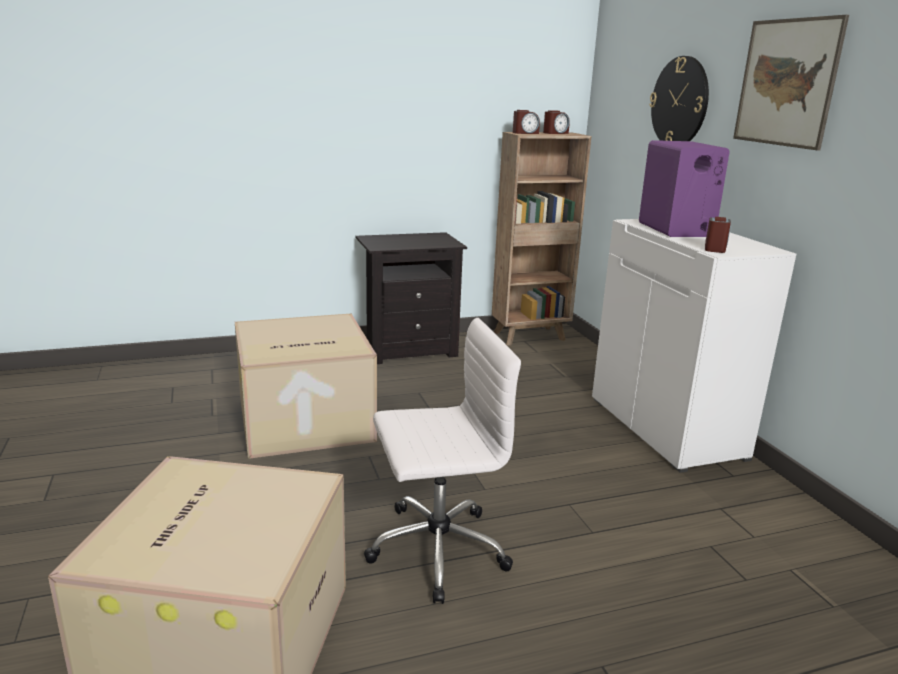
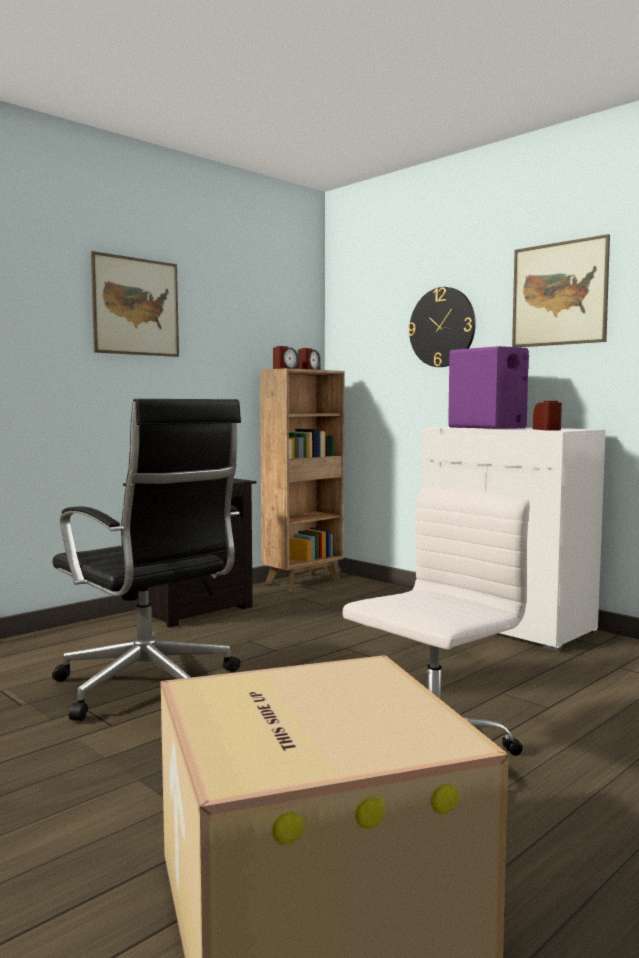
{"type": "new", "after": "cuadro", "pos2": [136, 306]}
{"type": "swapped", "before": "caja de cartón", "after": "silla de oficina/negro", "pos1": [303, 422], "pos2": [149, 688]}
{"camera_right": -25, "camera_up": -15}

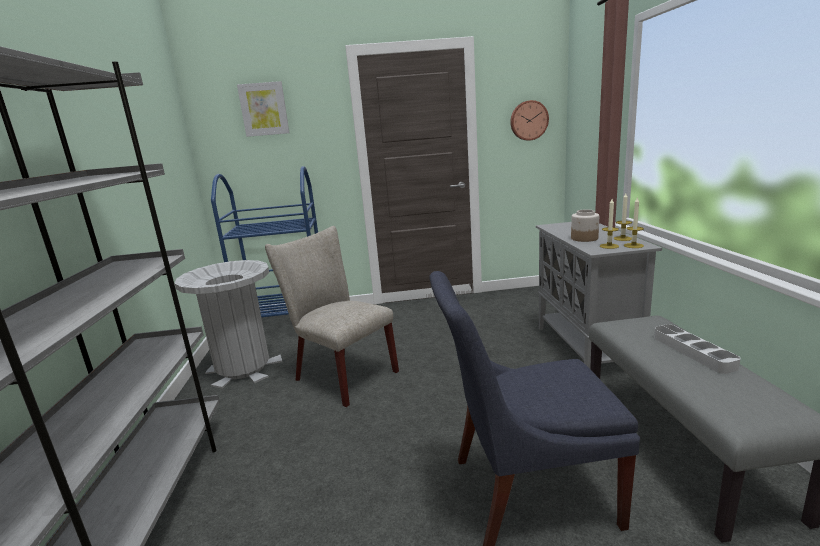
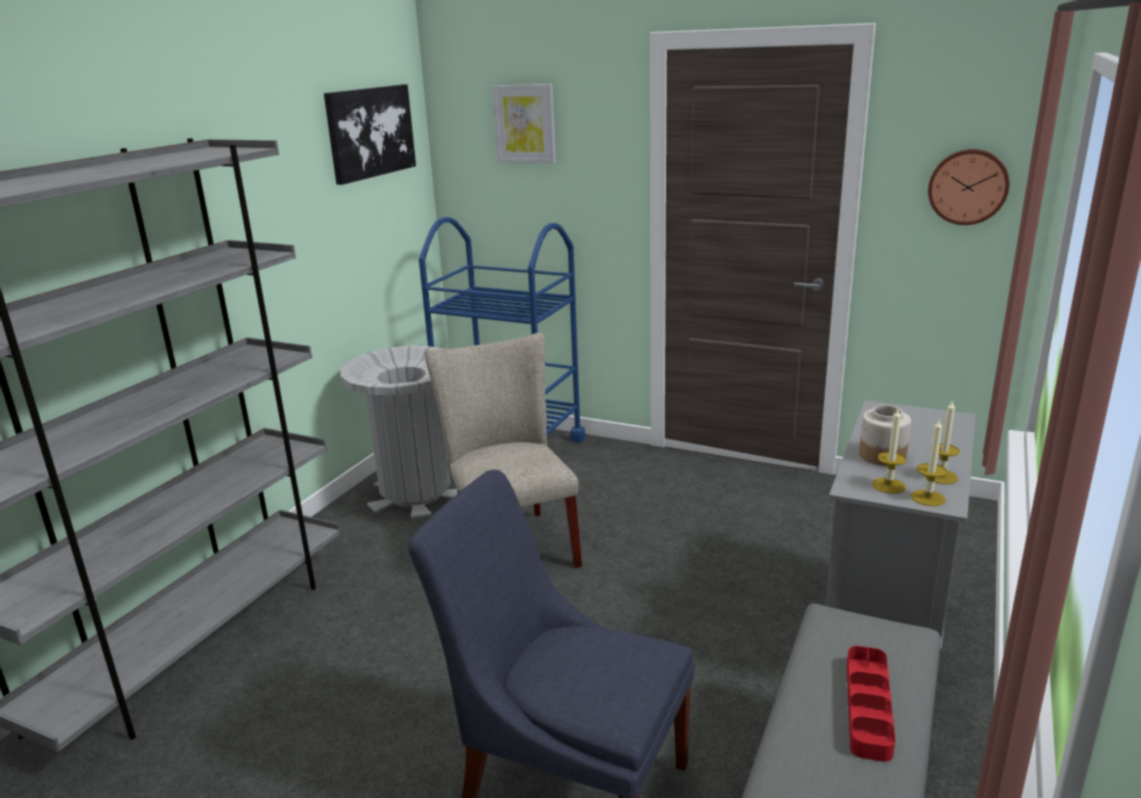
{"type": "new", "after": "cuadro", "pos2": [370, 132]}
{"type": "repainted", "before": "bandeja/gris", "after": "bandeja/rojo", "pos1": [693, 352], "pos2": [868, 707]}
{"camera_right": 30, "camera_up": 5}

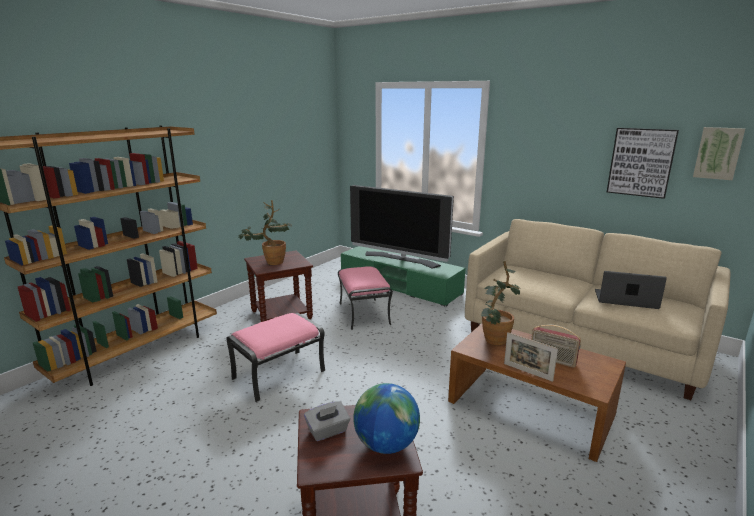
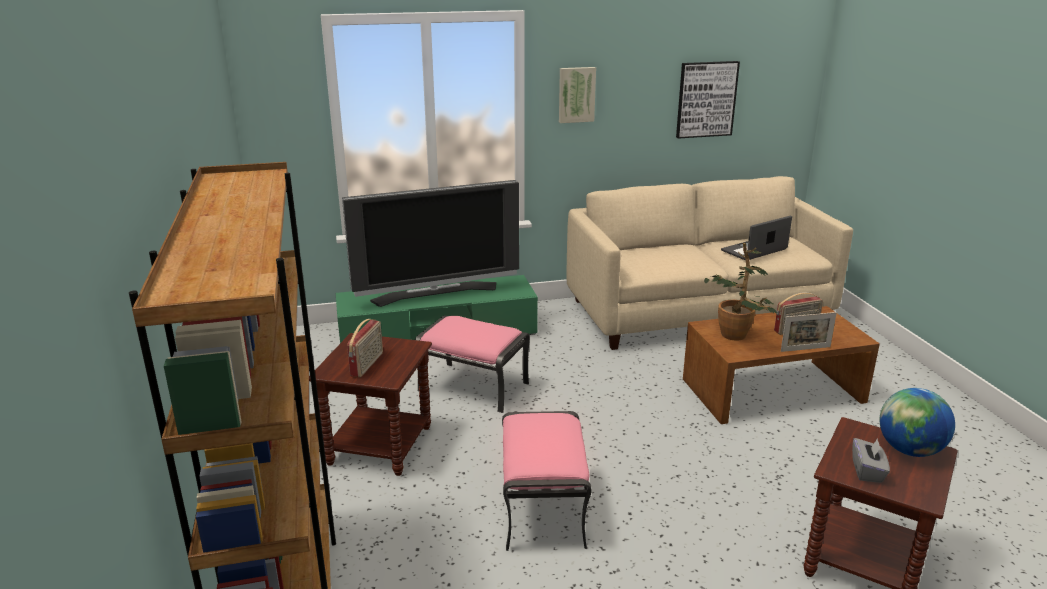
{"type": "shifted", "before": "cuadro", "pos1": [718, 153], "pos2": [576, 94]}
{"type": "swapped", "before": "planta en maceta", "after": "radio", "pos1": [270, 262], "pos2": [367, 364]}
{"camera_right": -50, "camera_up": 5}

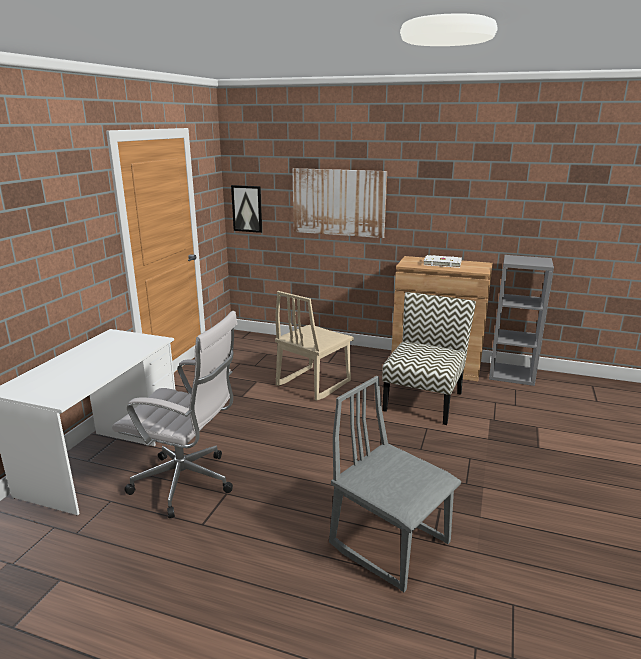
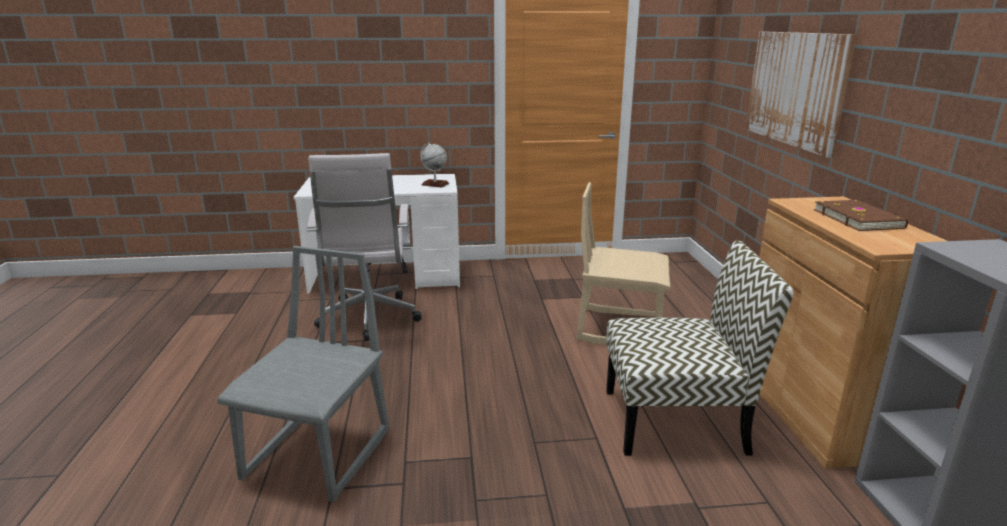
{"type": "gone", "before": "cuadro", "pos1": [247, 208]}
{"type": "new", "after": "globo terráqueo", "pos2": [435, 184]}
{"type": "repainted", "before": "libro/blanco", "after": "libro/marrón", "pos1": [442, 263], "pos2": [858, 219]}
{"camera_right": 65, "camera_up": 0}

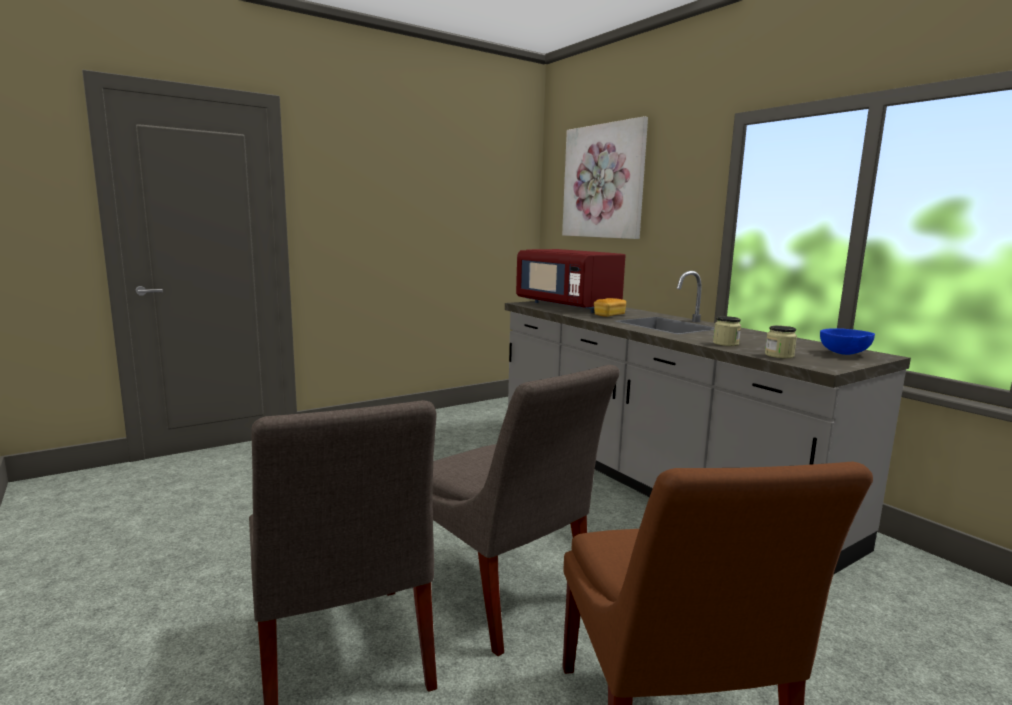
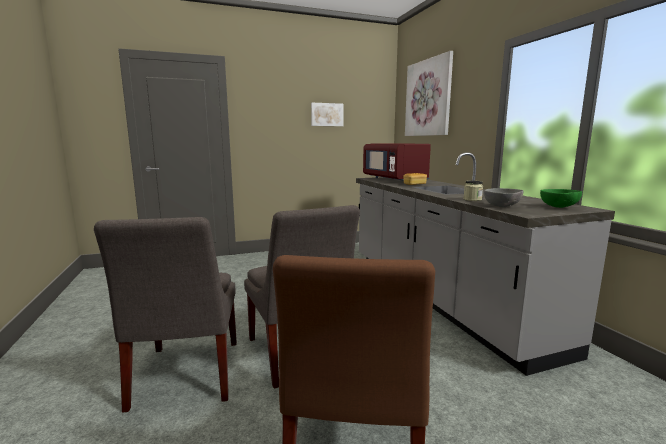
{"type": "new", "after": "cuadro", "pos2": [326, 114]}
{"type": "swapped", "before": "tarro", "after": "cuenco/gris", "pos1": [779, 355], "pos2": [502, 206]}
{"type": "repainted", "before": "cuenco/azul", "after": "cuenco/verde", "pos1": [844, 354], "pos2": [559, 207]}
{"camera_right": 15, "camera_up": 0}

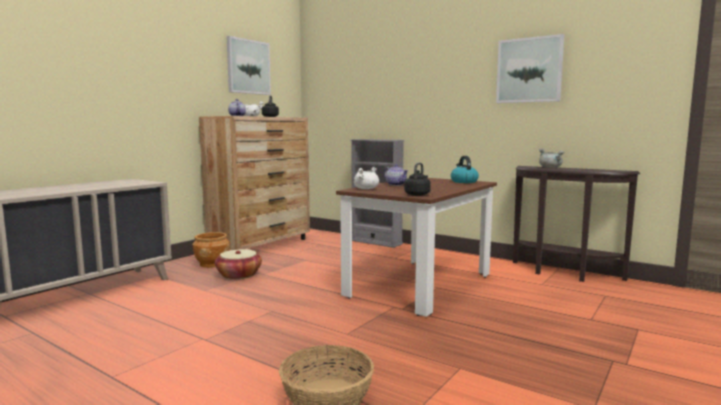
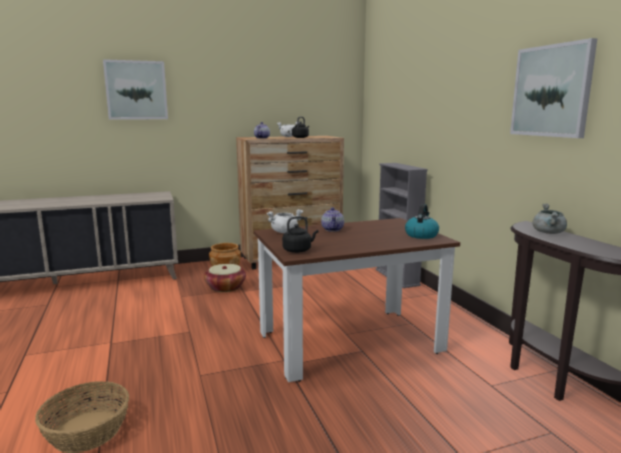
{"type": "shifted", "before": "cuadro", "pos1": [248, 67], "pos2": [136, 90]}
{"camera_right": 35, "camera_up": 5}

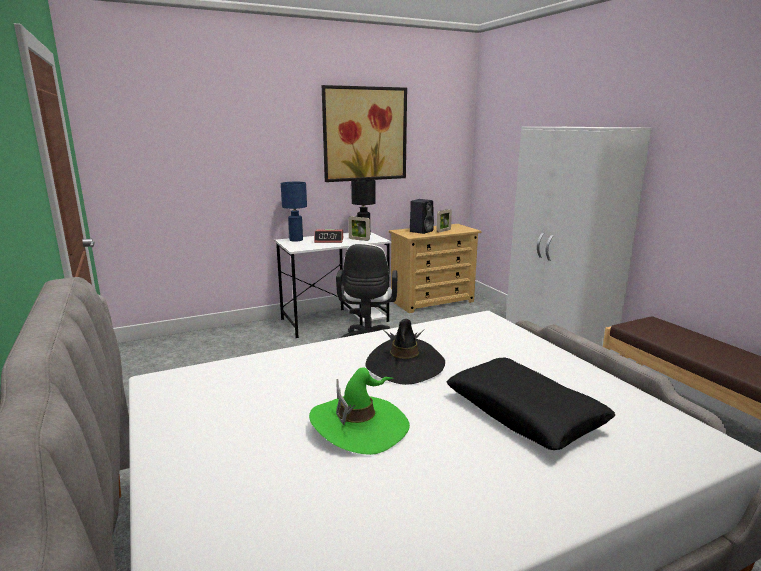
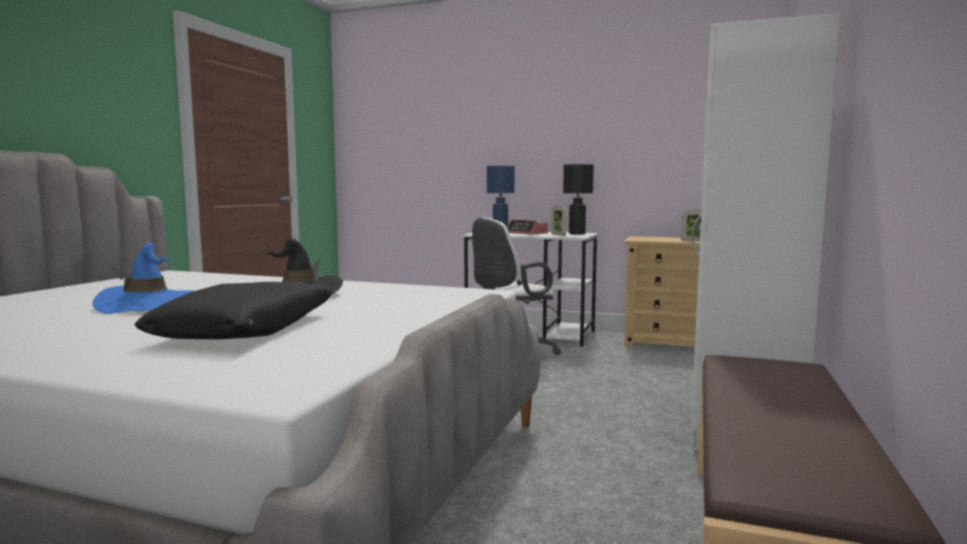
{"type": "gone", "before": "cuadro", "pos1": [365, 134]}
{"type": "gone", "before": "altavoz/negro", "pos1": [421, 231]}
{"type": "repainted", "before": "sombrero/verde", "after": "sombrero/azul", "pos1": [359, 426], "pos2": [151, 305]}
{"camera_right": 45, "camera_up": -10}

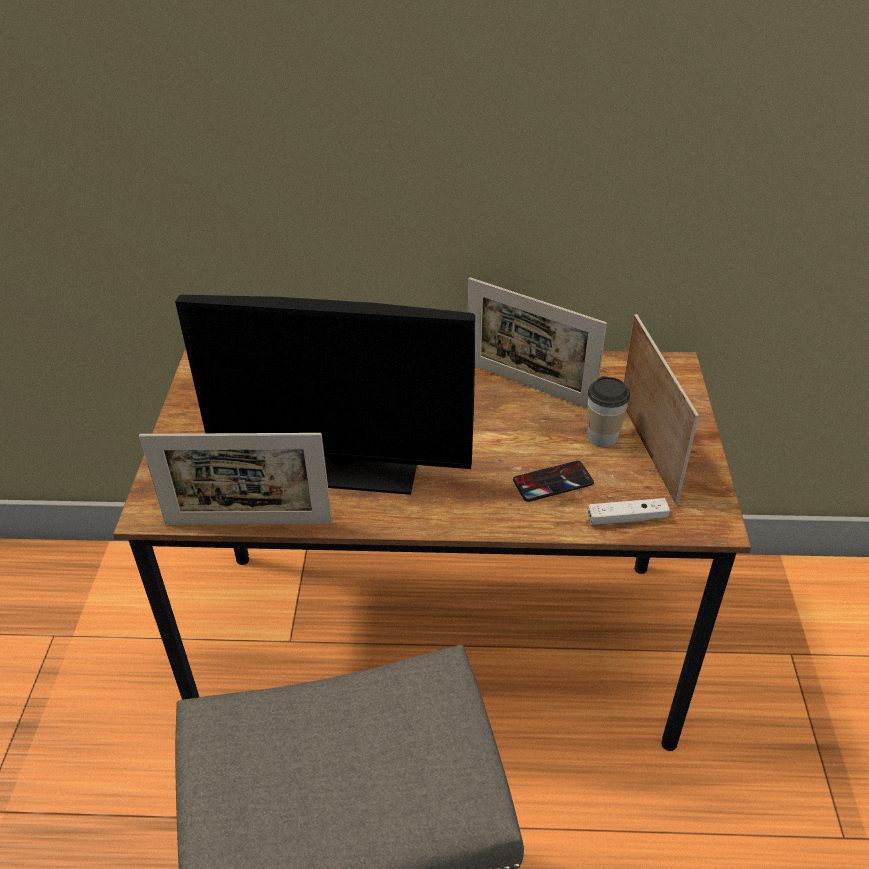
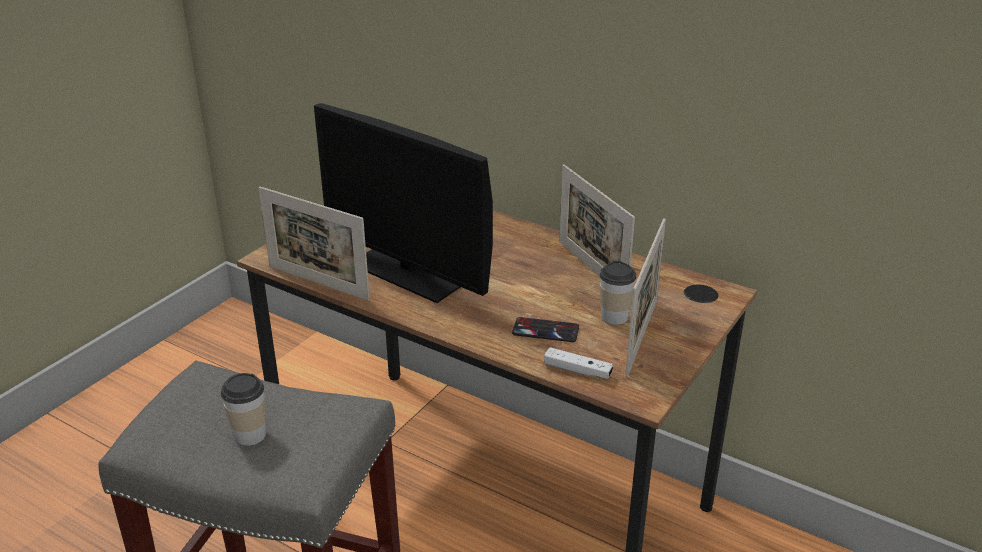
{"type": "new", "after": "taza", "pos2": [250, 435]}
{"camera_right": 30, "camera_up": -10}

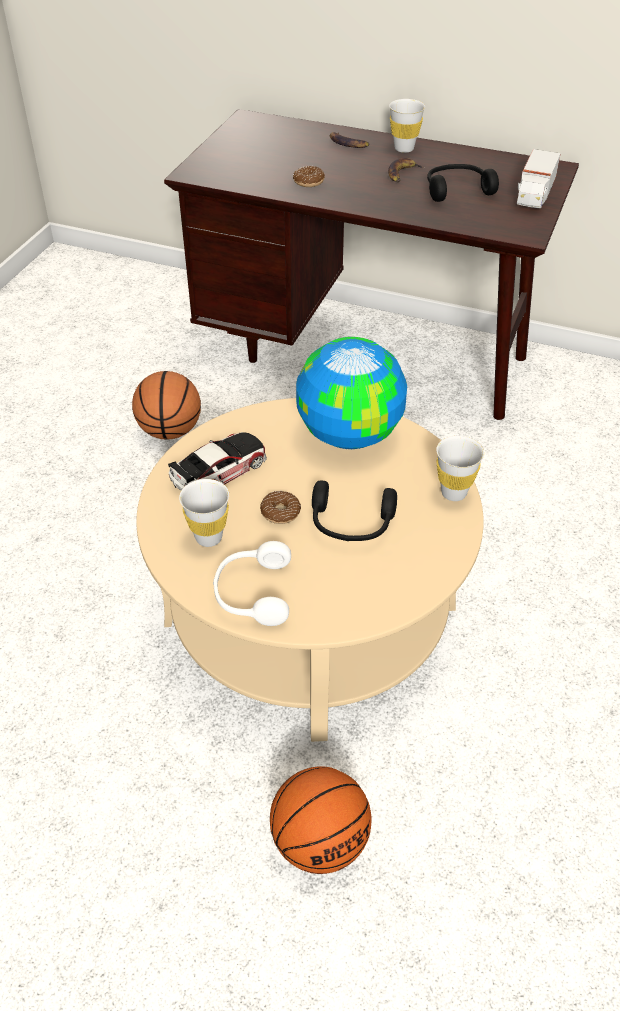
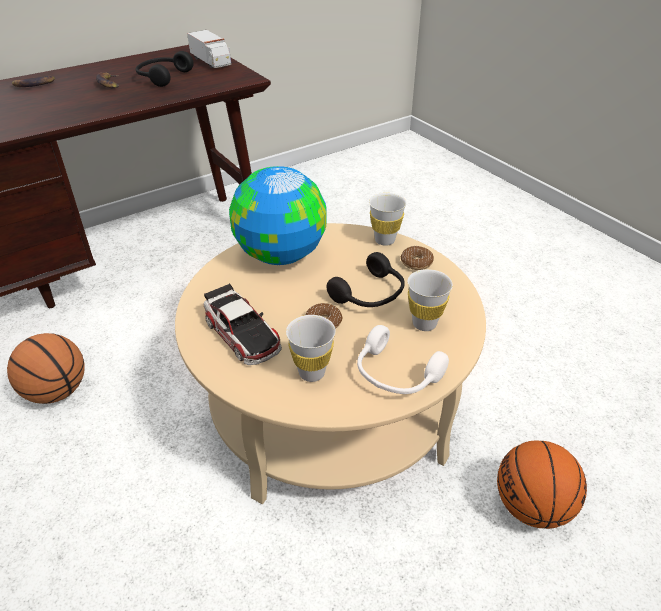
{"type": "shifted", "before": "rosquilla", "pos1": [308, 182], "pos2": [416, 262]}
{"type": "shifted", "before": "taza/blanco", "pos1": [404, 148], "pos2": [424, 324]}
{"type": "rotated", "before": "coche de juguete", "pos1": [219, 471], "pos2": [242, 333], "turn": 150}
{"camera_right": -55, "camera_up": -5}

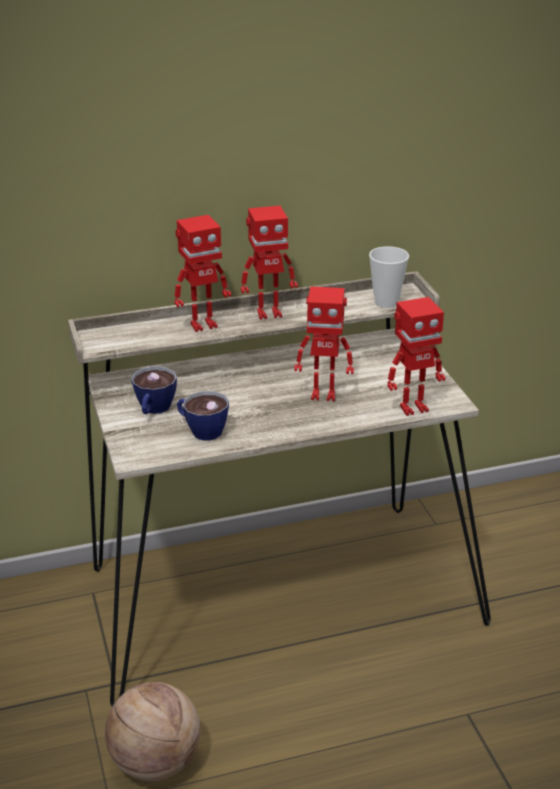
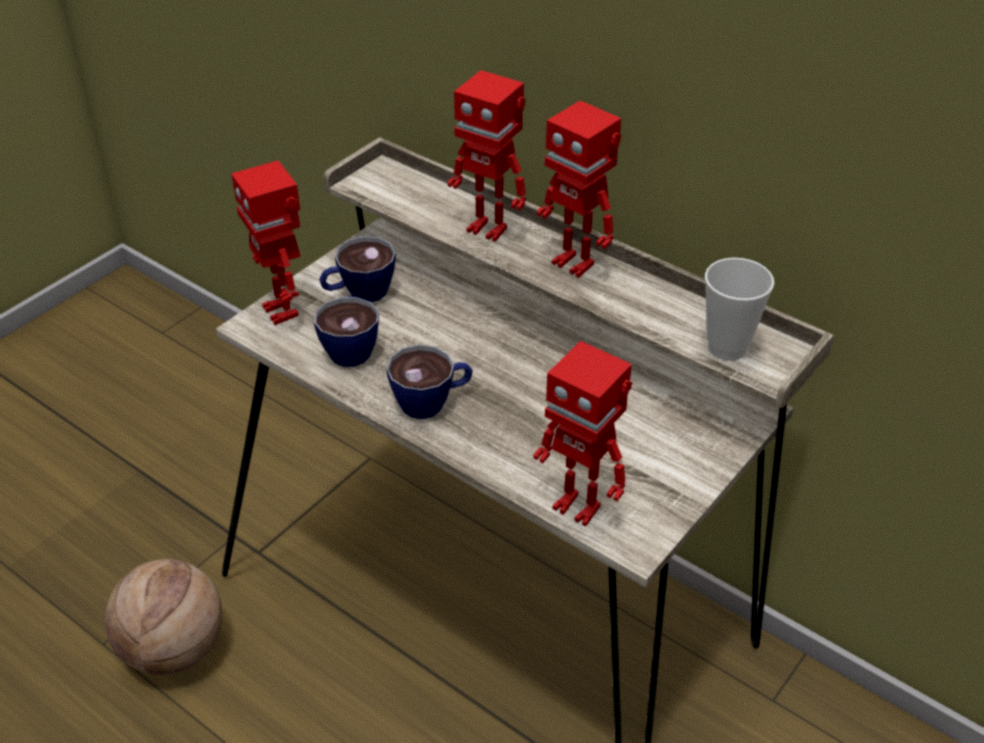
{"type": "new", "after": "taza", "pos2": [432, 402]}
{"type": "shifted", "before": "robot de juguete", "pos1": [323, 394], "pos2": [283, 311]}
{"camera_right": 55, "camera_up": 10}

